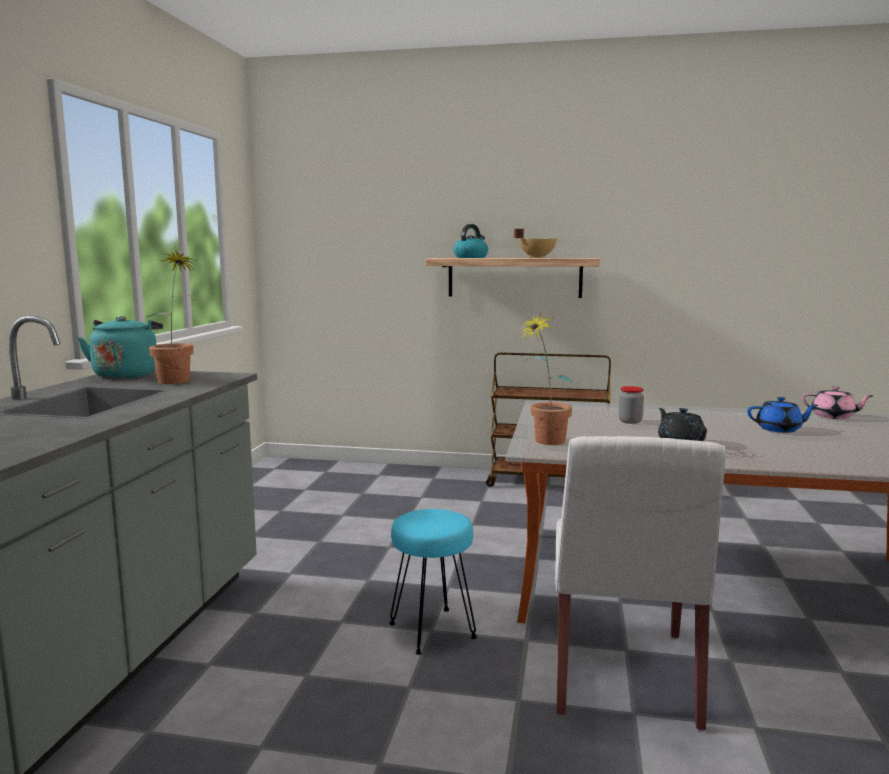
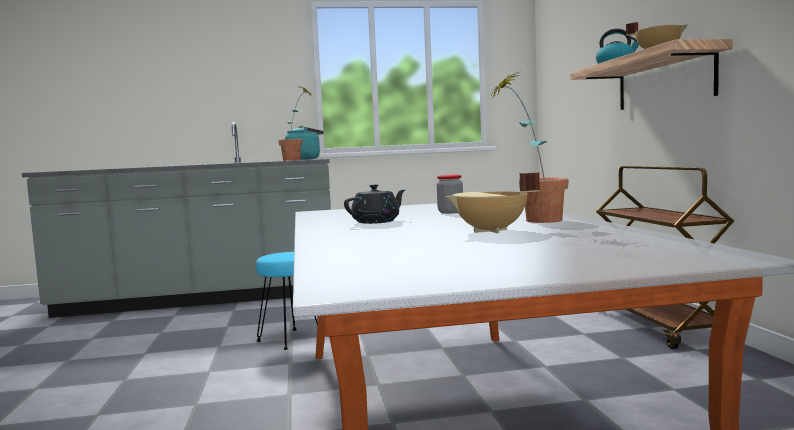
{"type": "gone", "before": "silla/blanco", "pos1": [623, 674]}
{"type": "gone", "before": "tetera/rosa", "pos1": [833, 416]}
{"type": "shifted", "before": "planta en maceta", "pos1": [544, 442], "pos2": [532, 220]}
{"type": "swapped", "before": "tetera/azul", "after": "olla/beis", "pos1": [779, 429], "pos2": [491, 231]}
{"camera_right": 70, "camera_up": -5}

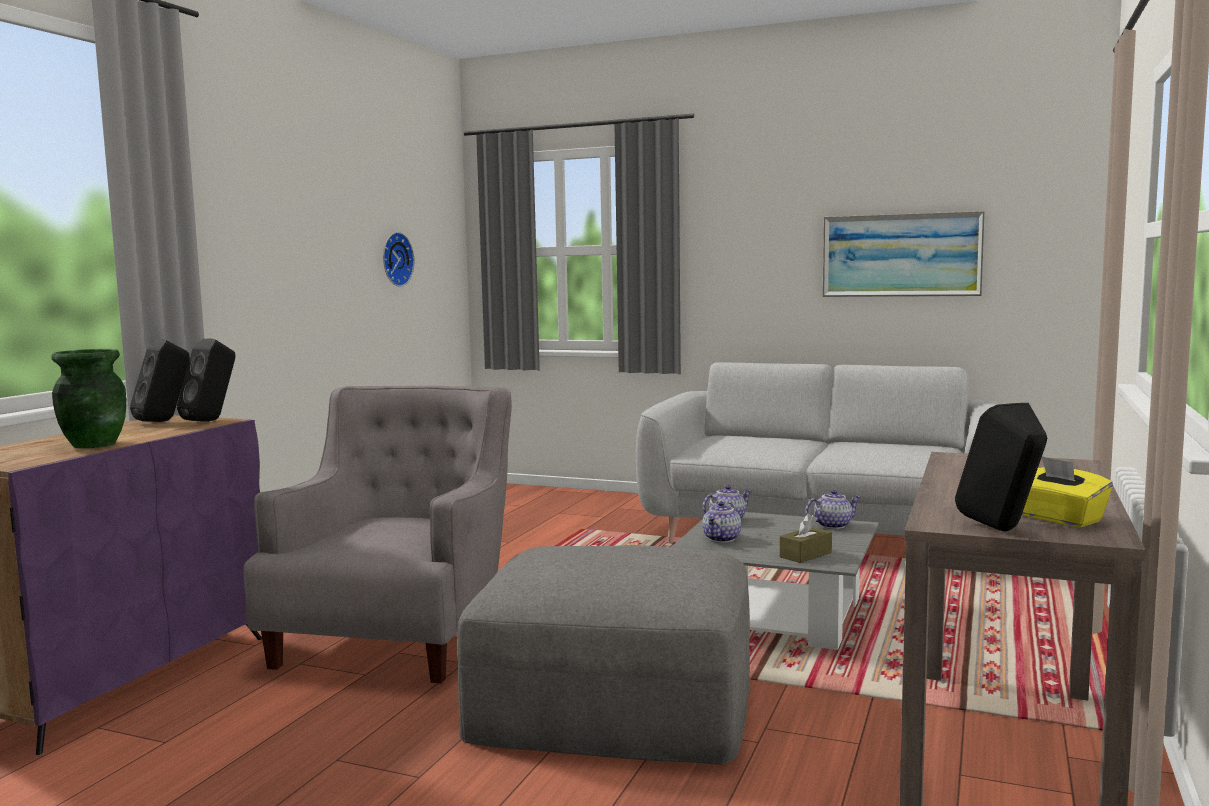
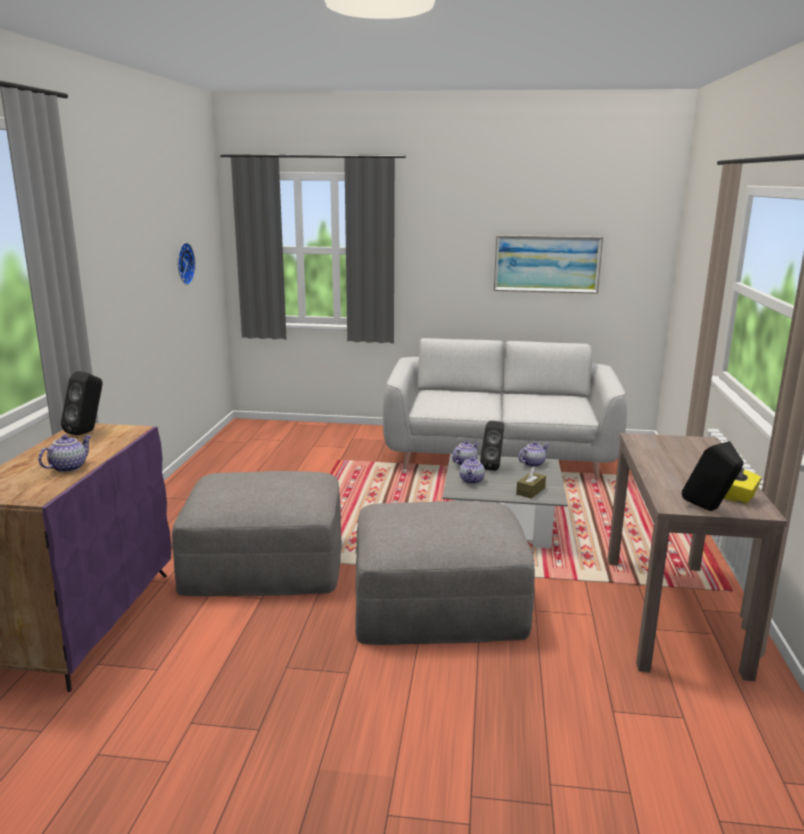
{"type": "shifted", "before": "altavoz/negro", "pos1": [212, 420], "pos2": [493, 467]}
{"type": "swapped", "before": "florero/verde", "after": "tetera", "pos1": [93, 445], "pos2": [68, 467]}
{"type": "swapped", "before": "sillón/gris", "after": "puf/gris", "pos1": [400, 635], "pos2": [265, 563]}
{"camera_right": -15, "camera_up": 10}

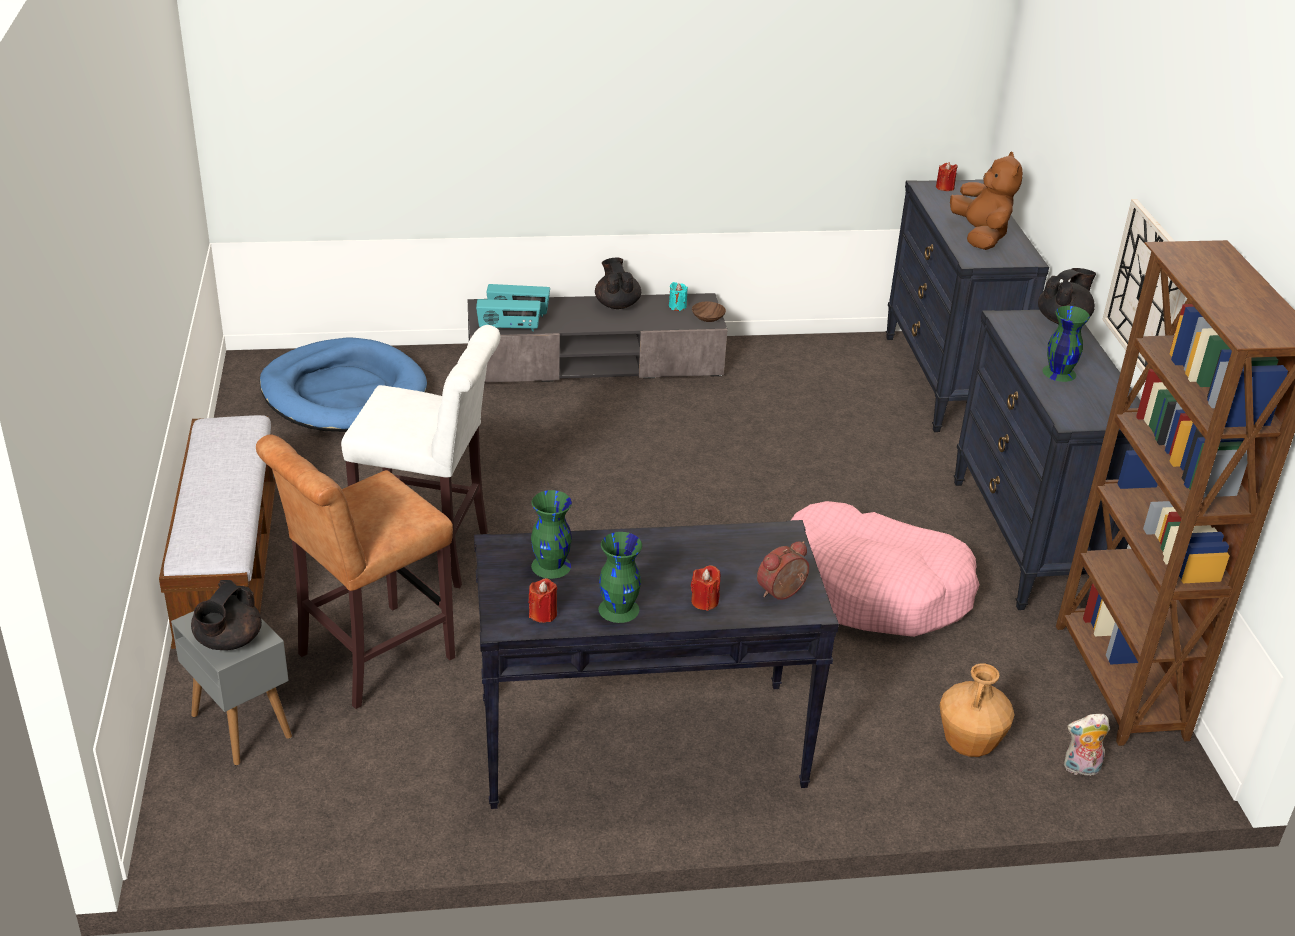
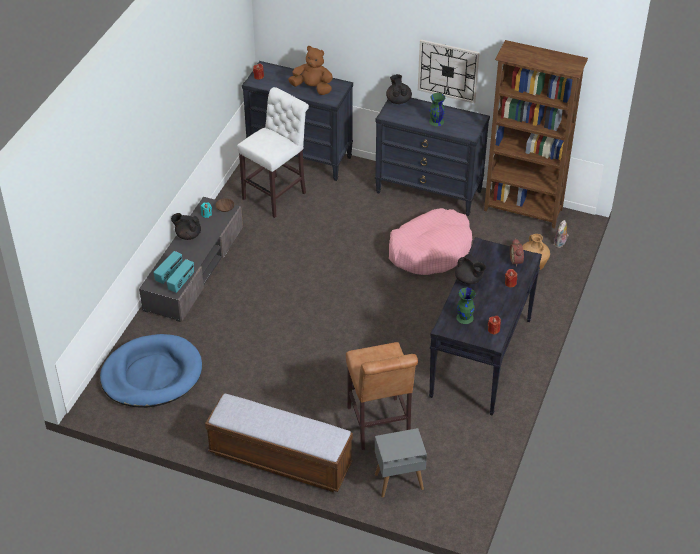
{"type": "gone", "before": "florero/verde", "pos1": [619, 609]}
{"type": "shifted", "before": "tetera/negro", "pos1": [228, 641], "pos2": [469, 279]}
{"type": "shifted", "before": "taburete/blanco", "pos1": [430, 553], "pos2": [277, 194]}
{"camera_right": -60, "camera_up": 10}

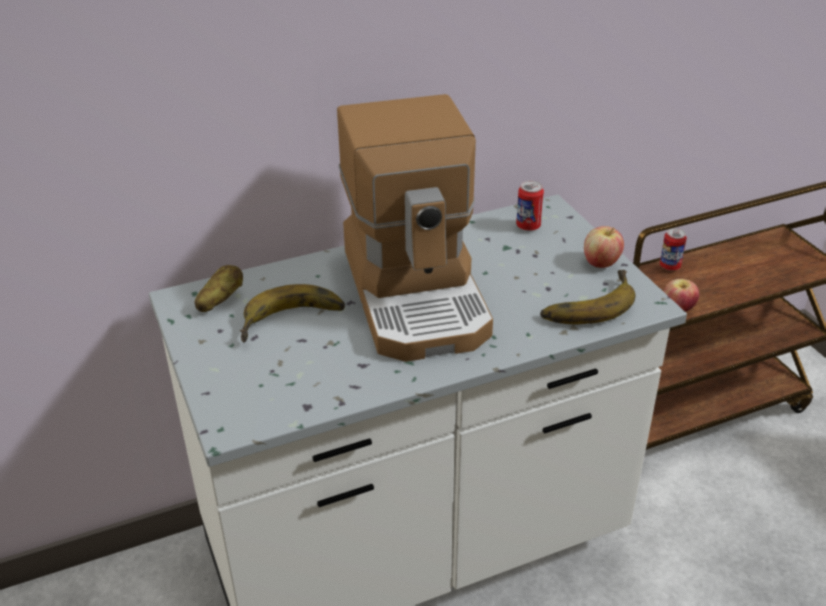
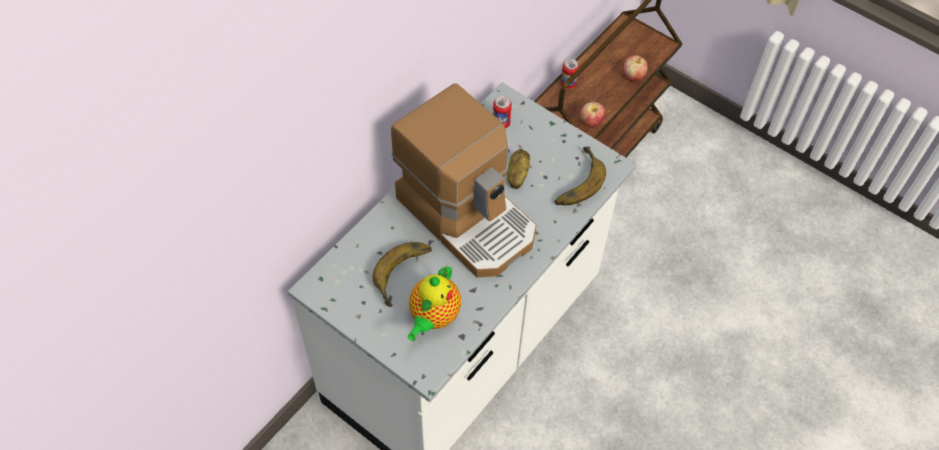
{"type": "new", "after": "tetera", "pos2": [433, 317]}
{"type": "shifted", "before": "patata", "pos1": [220, 301], "pos2": [517, 175]}
{"type": "shifted", "before": "manzana", "pos1": [601, 263], "pos2": [633, 76]}
{"camera_right": -30, "camera_up": 20}

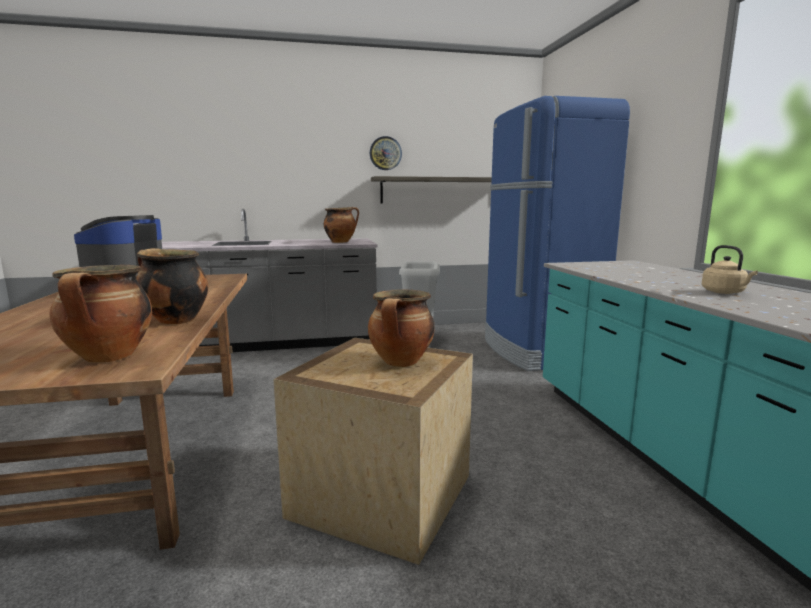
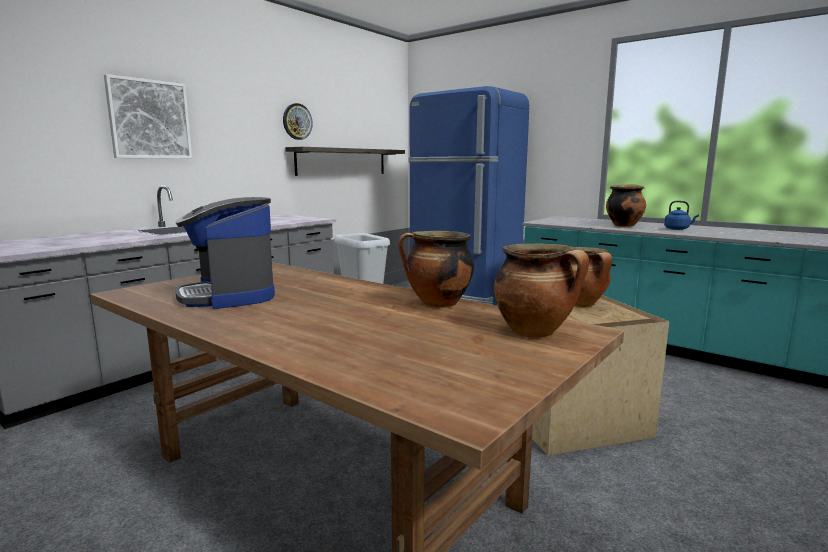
{"type": "new", "after": "cuadro", "pos2": [149, 119]}
{"type": "shifted", "before": "olla", "pos1": [341, 242], "pos2": [623, 225]}
{"type": "repainted", "before": "hervidor/beis", "after": "hervidor/azul", "pos1": [725, 292], "pos2": [678, 229]}
{"camera_right": -40, "camera_up": 0}

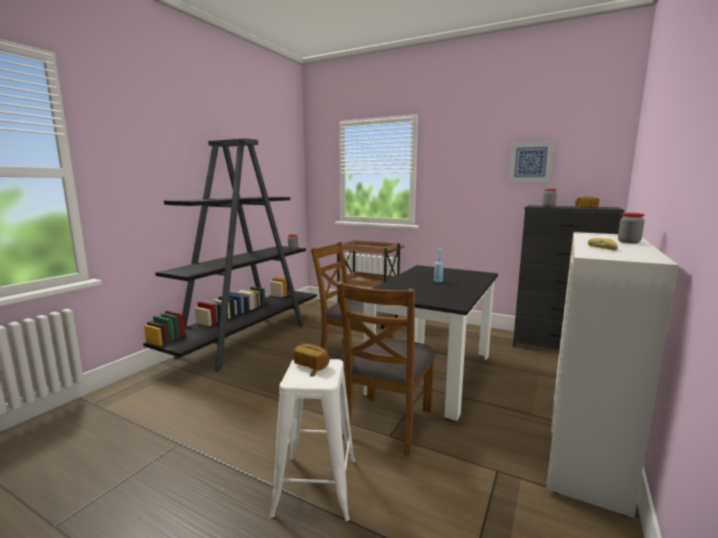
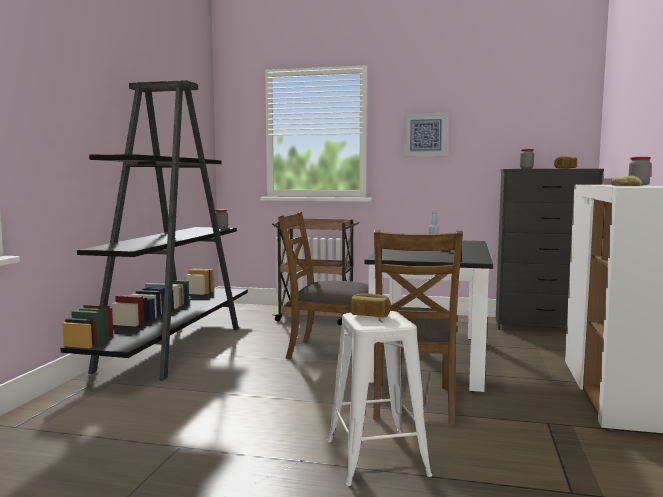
{"type": "shifted", "before": "cuadro", "pos1": [530, 162], "pos2": [425, 135]}
{"camera_right": -15, "camera_up": -5}

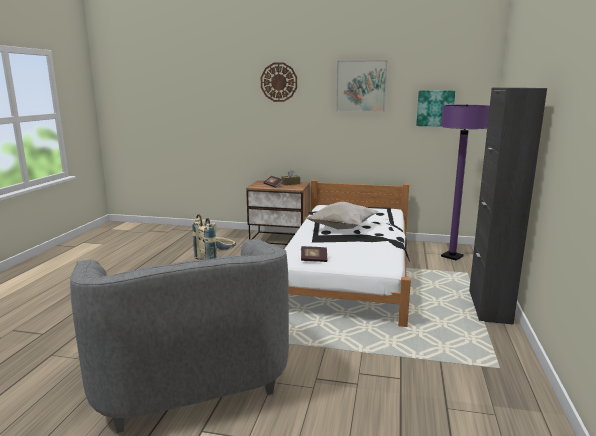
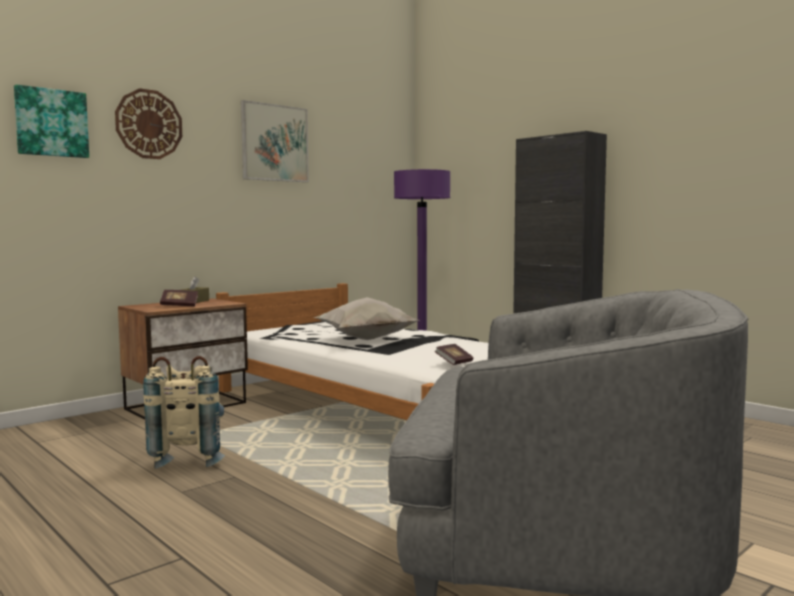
{"type": "shifted", "before": "cuadro", "pos1": [435, 108], "pos2": [51, 123]}
{"camera_right": -55, "camera_up": -10}

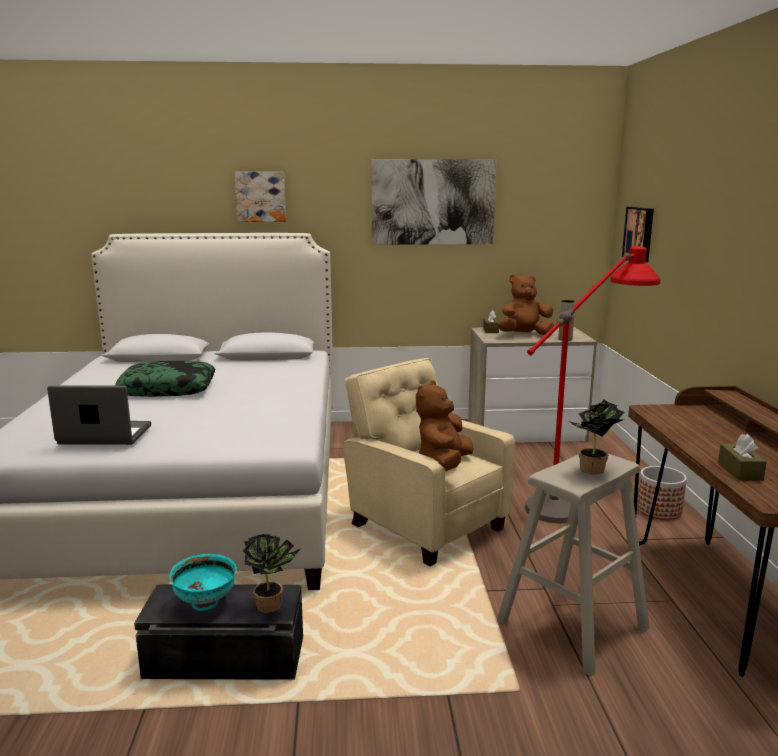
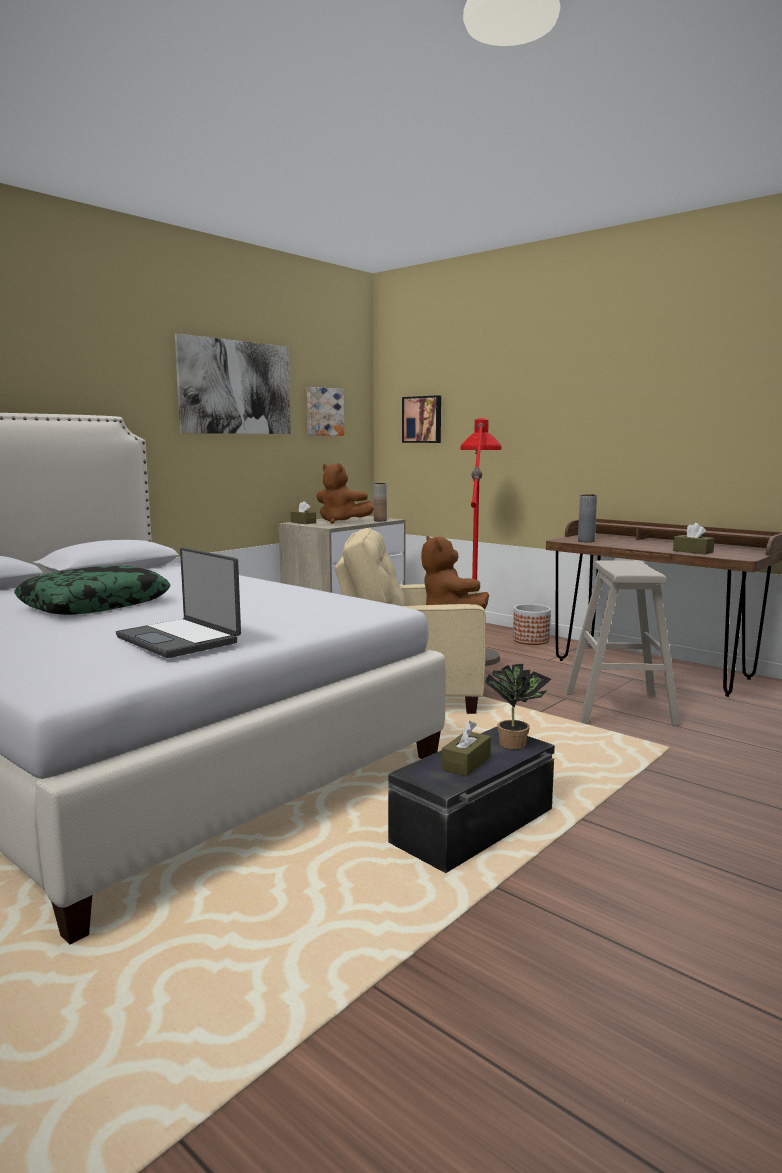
{"type": "gone", "before": "planta en maceta", "pos1": [593, 471]}
{"type": "new", "after": "florero/gris", "pos2": [586, 541]}
{"type": "shifted", "before": "cuadro", "pos1": [260, 196], "pos2": [324, 411]}
{"type": "swapped", "before": "cuenco/turquesa", "after": "caja de pañuelos/marrón", "pos1": [206, 603], "pos2": [466, 763]}
{"type": "rotated", "before": "portátil", "pos1": [104, 436], "pos2": [180, 639], "turn": -90}
{"type": "rotated", "before": "peluche/marrón", "pos1": [524, 335], "pos2": [341, 522], "turn": -90}
{"camera_right": -45, "camera_up": -5}

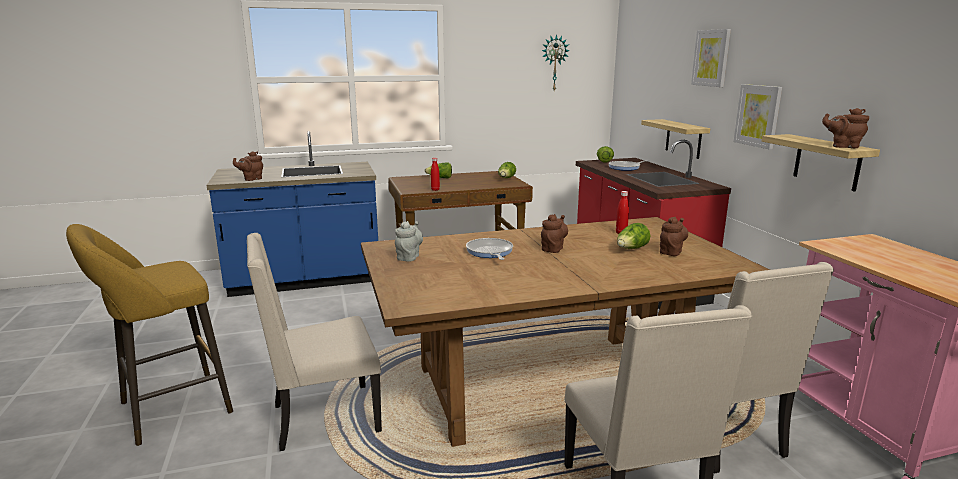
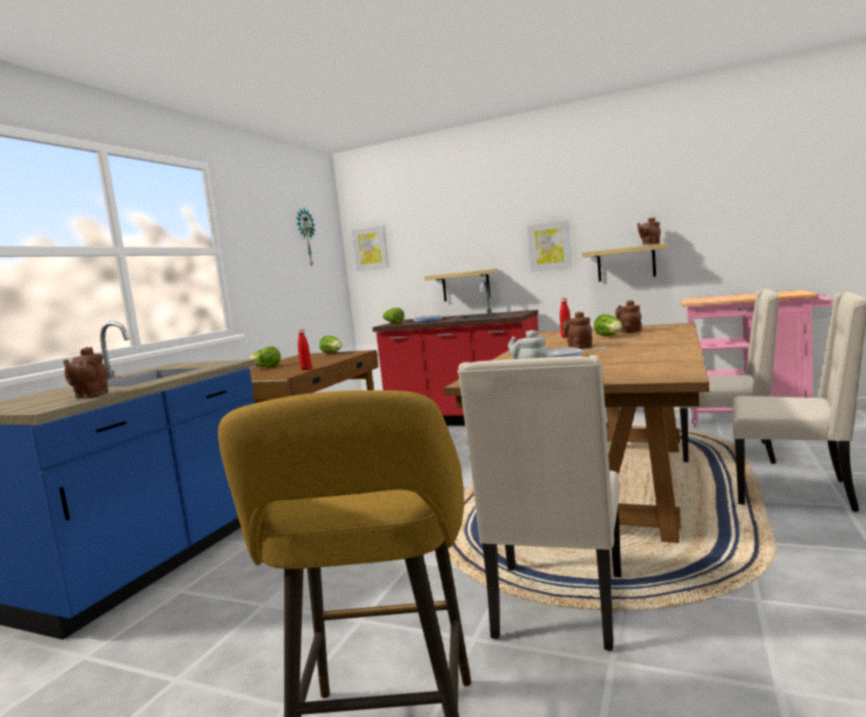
{"type": "shifted", "before": "cuadro", "pos1": [711, 58], "pos2": [371, 248]}
{"camera_right": -50, "camera_up": -10}

